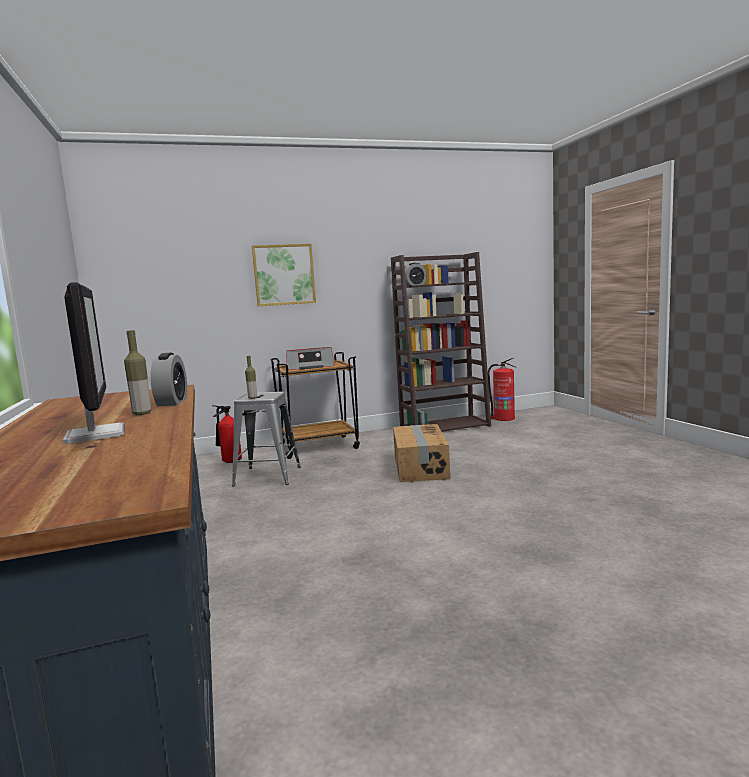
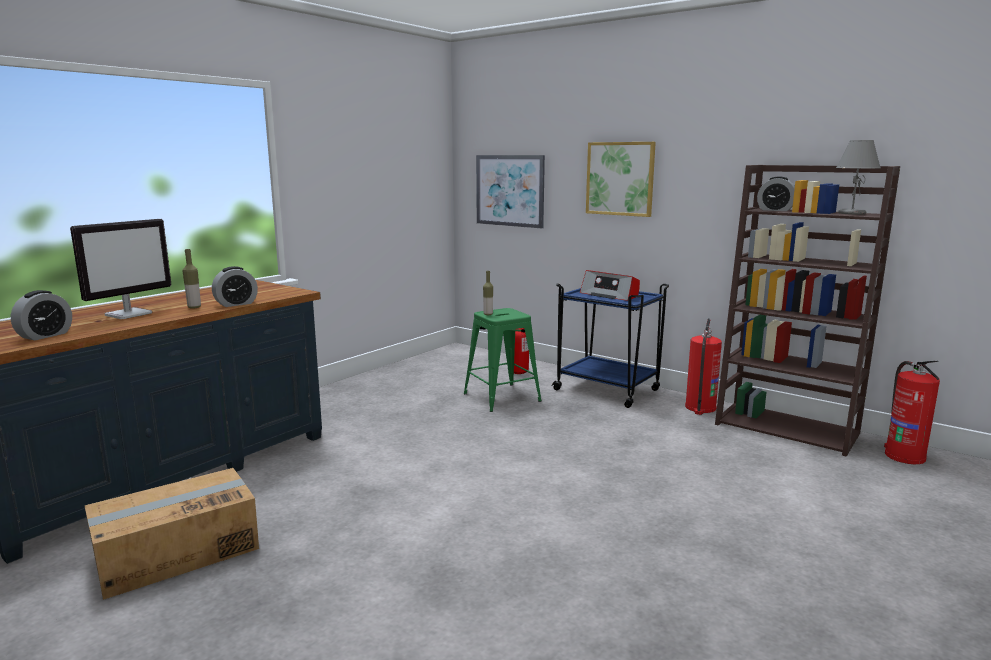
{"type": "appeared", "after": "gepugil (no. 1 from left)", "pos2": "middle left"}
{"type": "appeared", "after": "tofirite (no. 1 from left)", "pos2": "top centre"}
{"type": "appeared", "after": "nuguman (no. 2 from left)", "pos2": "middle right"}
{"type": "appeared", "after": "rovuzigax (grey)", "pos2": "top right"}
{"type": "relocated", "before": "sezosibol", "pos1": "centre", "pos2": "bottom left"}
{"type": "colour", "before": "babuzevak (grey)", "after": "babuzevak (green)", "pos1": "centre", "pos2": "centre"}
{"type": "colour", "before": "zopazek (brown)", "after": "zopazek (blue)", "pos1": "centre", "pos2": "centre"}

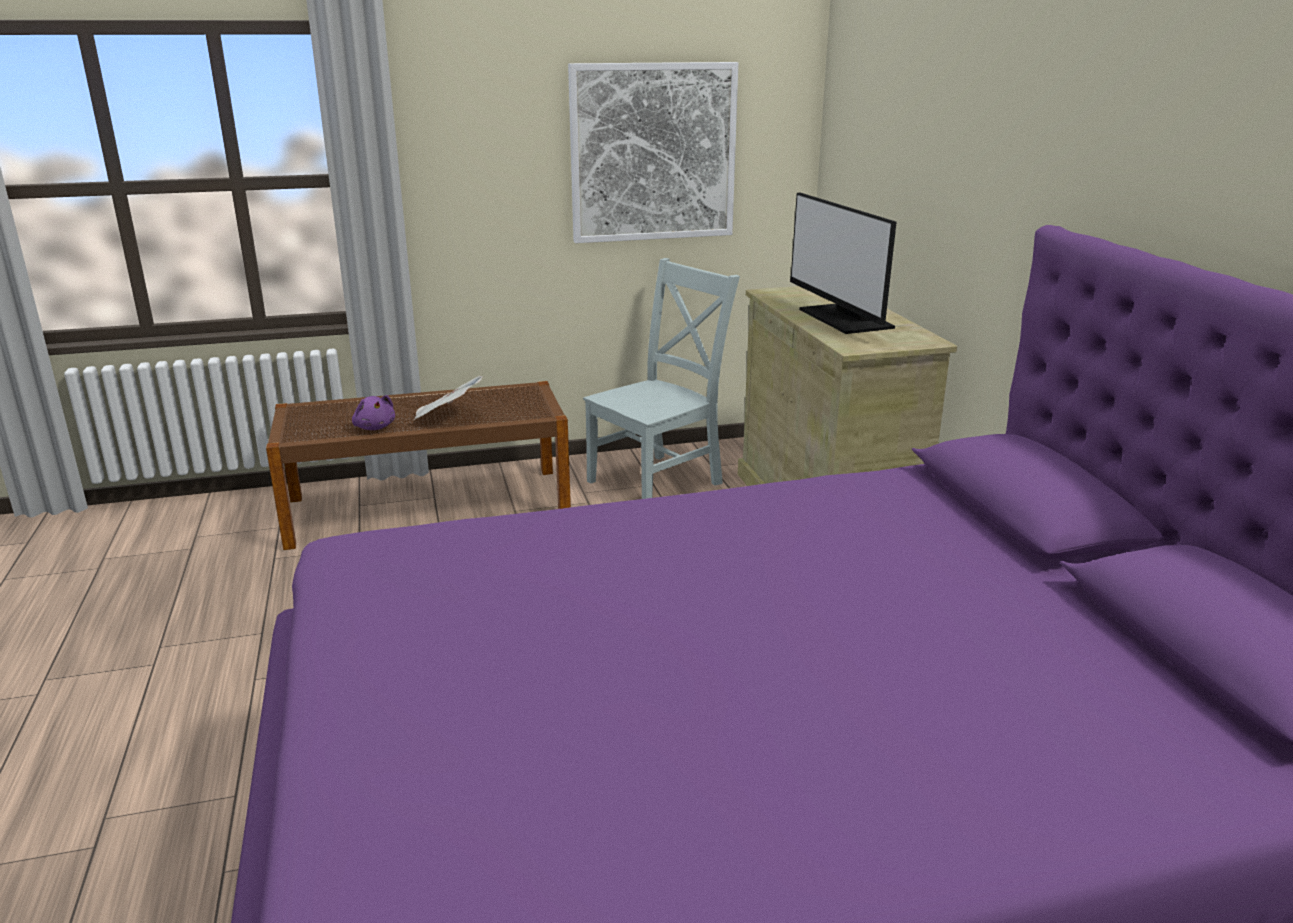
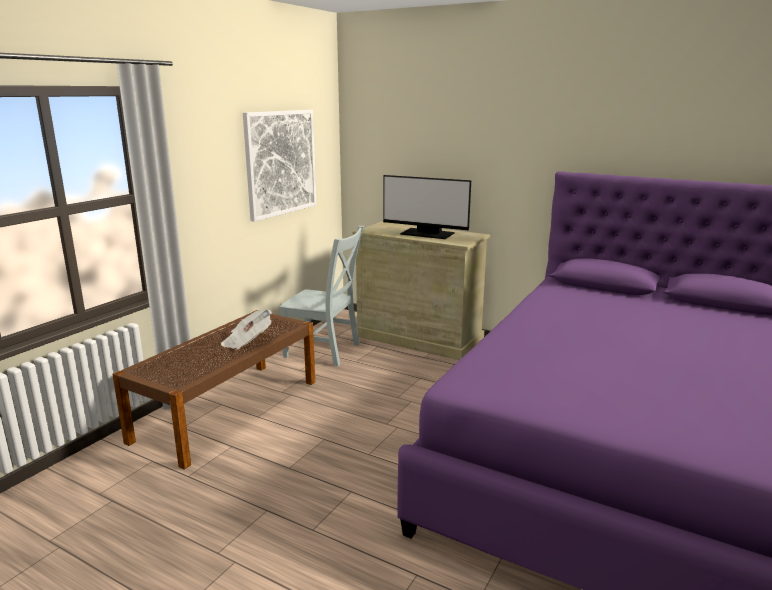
{"type": "missing", "before": "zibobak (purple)", "pos1": "middle left"}
{"type": "spun", "before": "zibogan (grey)", "pos1": "centre", "pos2": "centre", "turn": 105}

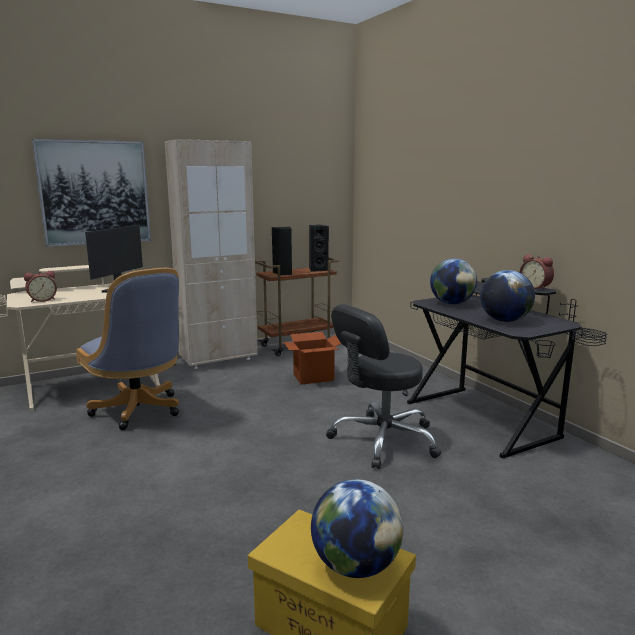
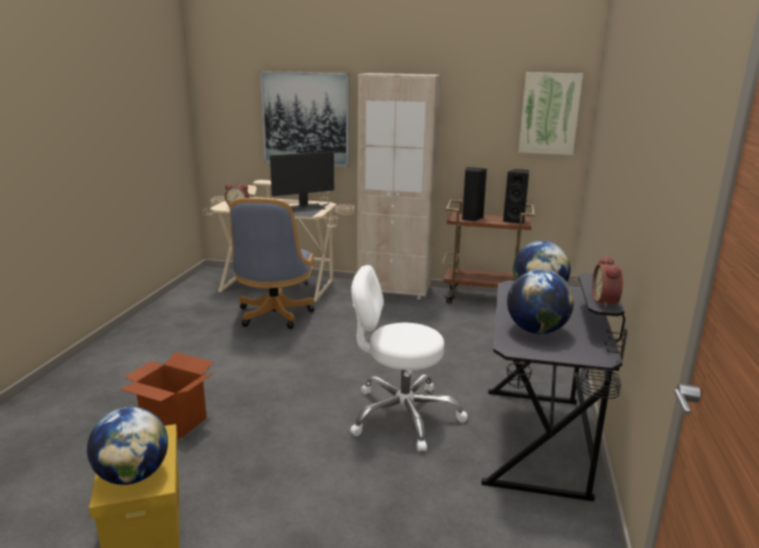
{"type": "appeared", "after": "tofirite (no. 2 from left)", "pos2": "top right"}
{"type": "relocated", "before": "sezosibol", "pos1": "centre", "pos2": "bottom left"}
{"type": "colour", "before": "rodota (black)", "after": "rodota (white)", "pos1": "centre", "pos2": "centre"}

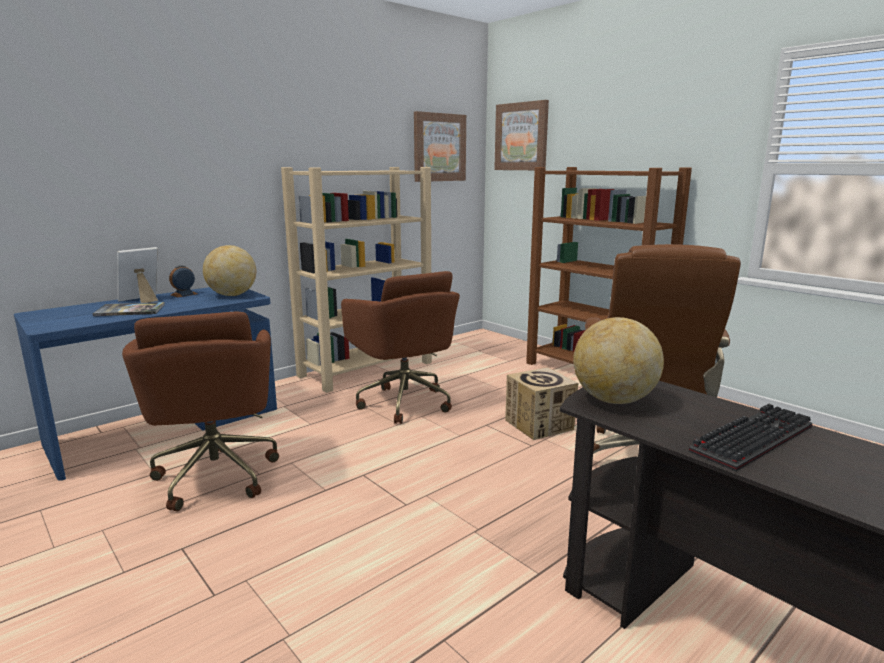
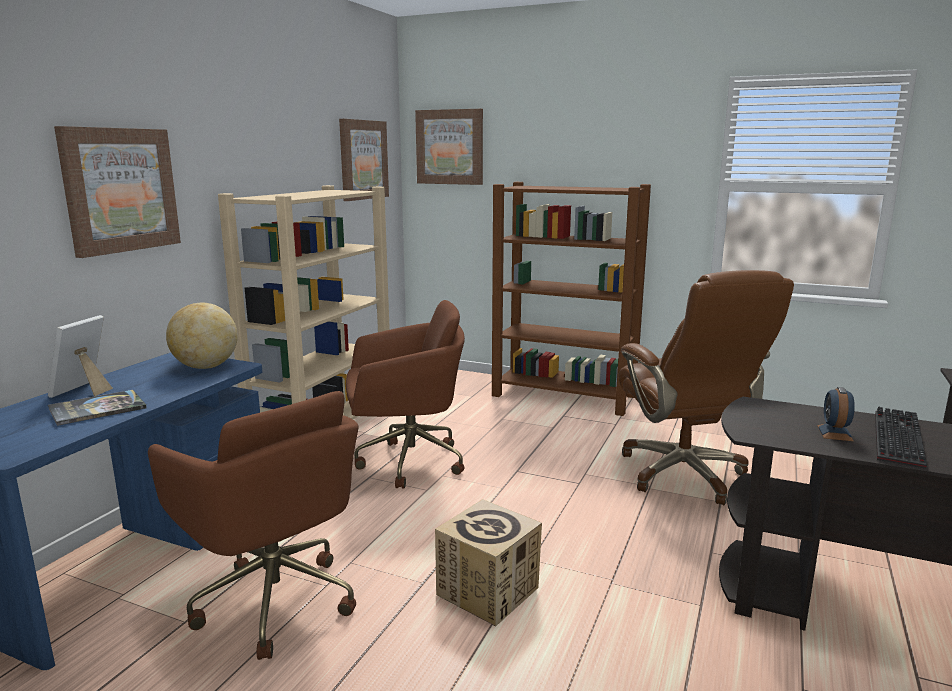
{"type": "missing", "before": "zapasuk (no. 2 from left)", "pos1": "middle right"}
{"type": "appeared", "after": "tofirite (no. 1 from left)", "pos2": "top left"}
{"type": "relocated", "before": "gepugil", "pos1": "middle left", "pos2": "middle right"}
{"type": "relocated", "before": "sezosibol", "pos1": "centre", "pos2": "bottom centre"}
{"type": "spun", "before": "rodota (brown) (no. 2 from left)", "pos1": "centre", "pos2": "centre", "turn": -45}

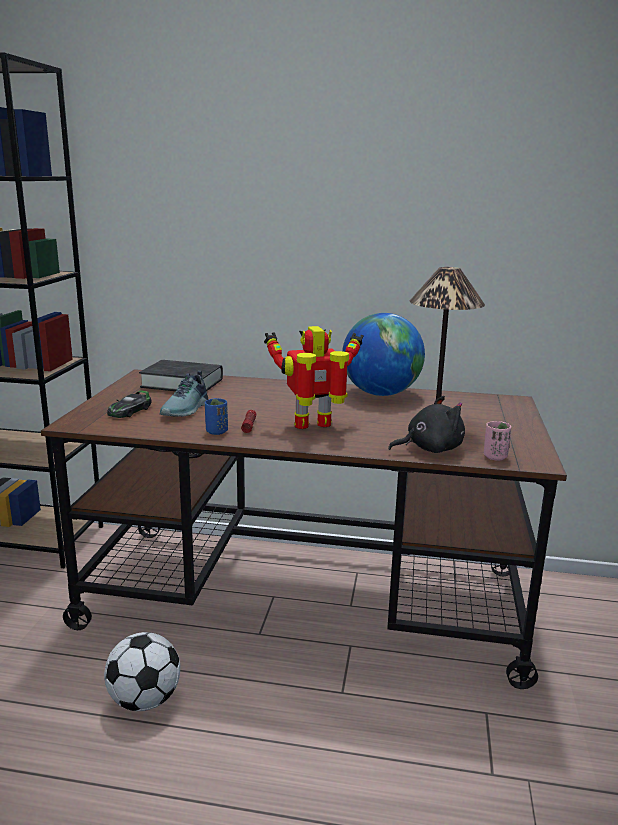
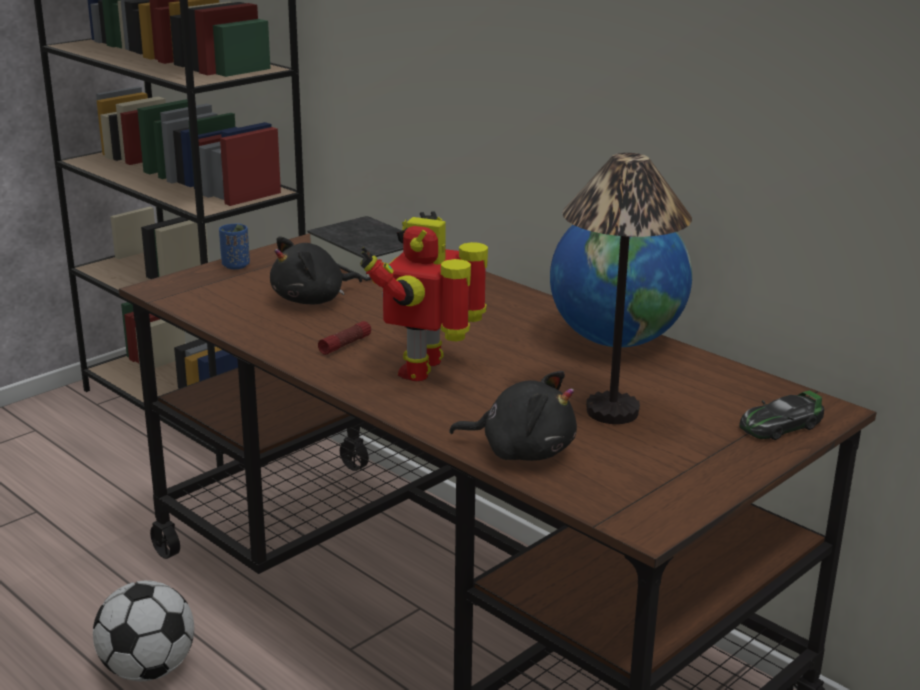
{"type": "missing", "before": "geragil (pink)", "pos1": "middle right"}
{"type": "relocated", "before": "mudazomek", "pos1": "middle left", "pos2": "middle right"}
{"type": "relocated", "before": "geragil (blue)", "pos1": "centre", "pos2": "middle left"}
{"type": "exchanged", "before": "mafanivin", "after": "zibobak (black) (no. 1 from left)", "pos1": "middle left", "pos2": "centre"}
{"type": "spun", "before": "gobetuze", "pos1": "centre", "pos2": "centre", "turn": -90}

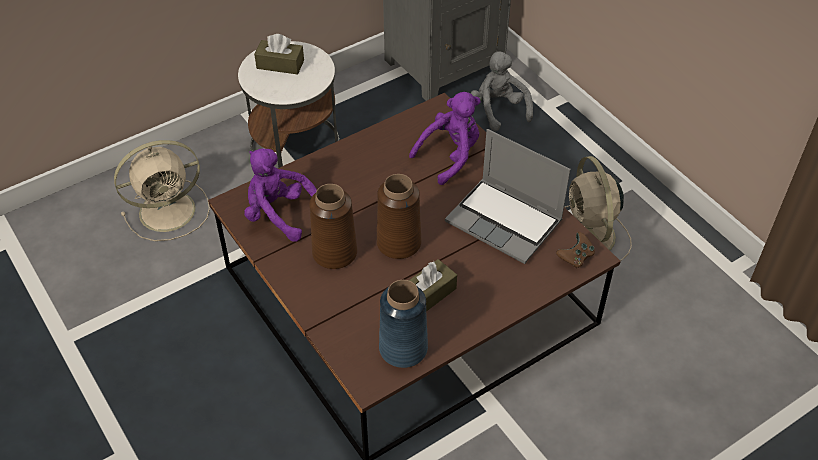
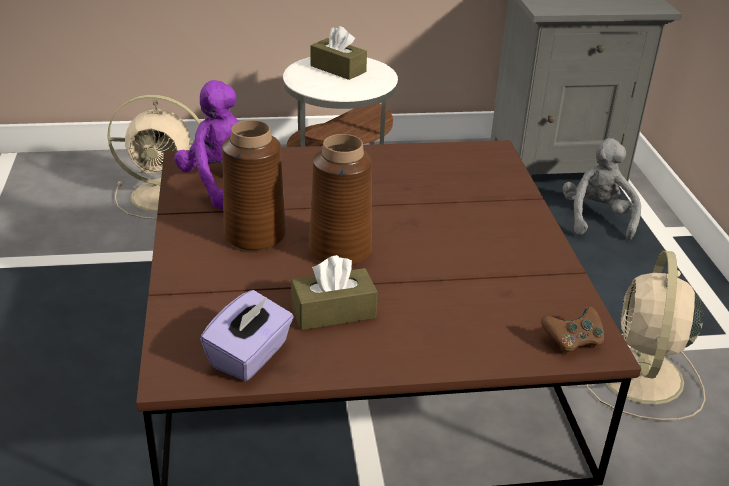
{"type": "missing", "before": "zibobak (purple) (no. 2 from left)", "pos1": "top centre"}
{"type": "missing", "before": "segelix", "pos1": "centre"}
{"type": "exchanged", "before": "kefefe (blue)", "after": "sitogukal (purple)", "pos1": "bottom centre", "pos2": "bottom centre"}

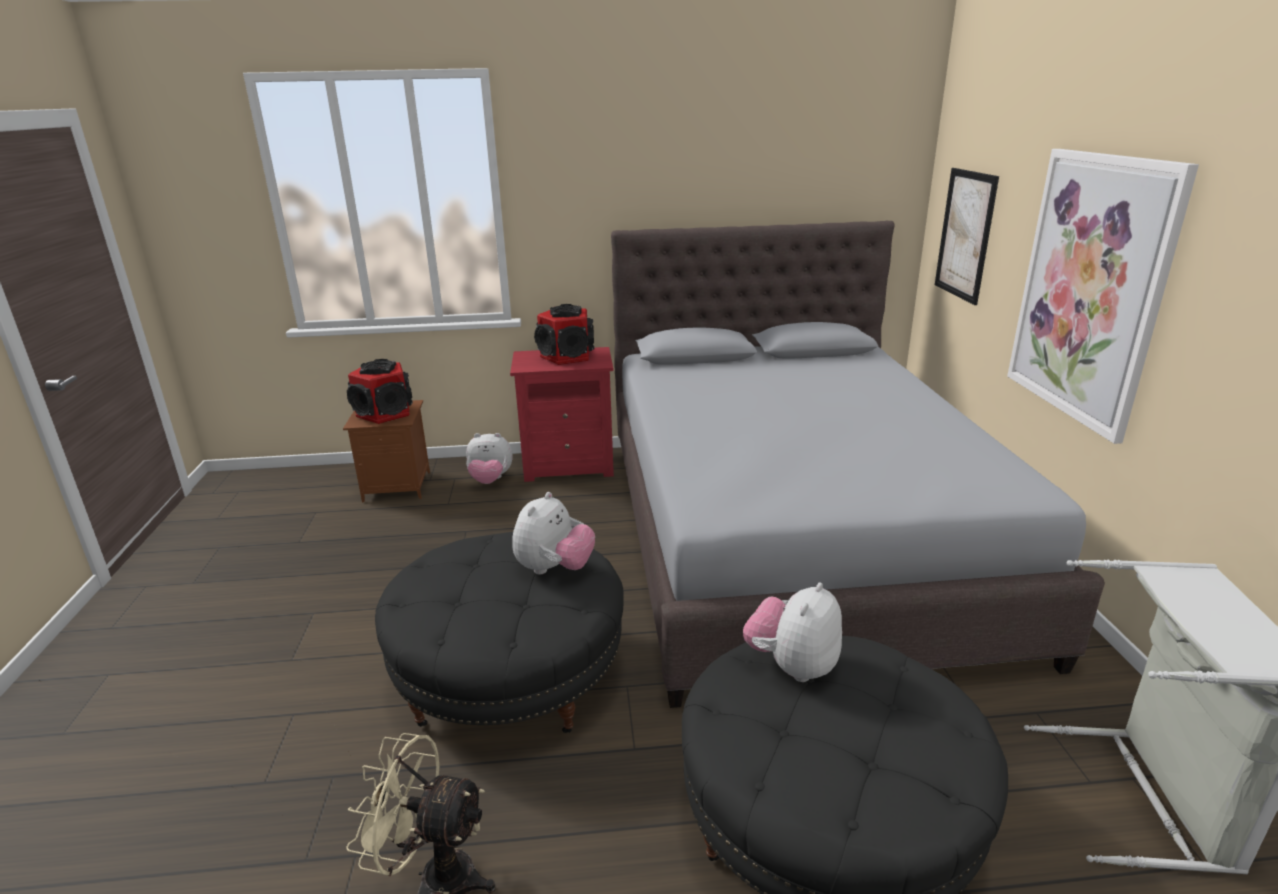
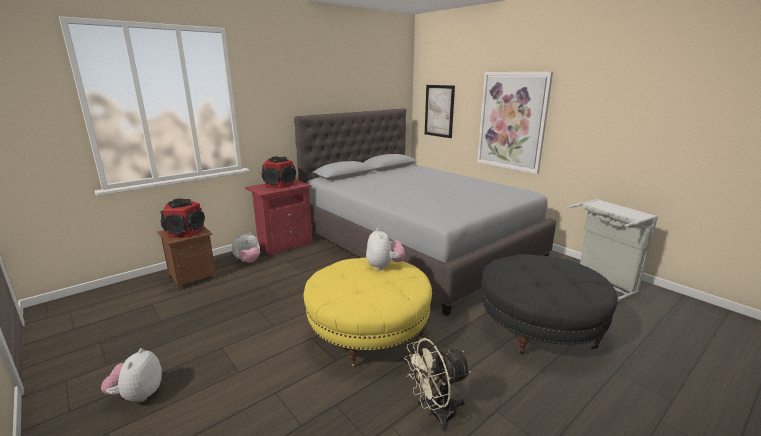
{"type": "relocated", "before": "zibobak (no. 3 from left in the first image)", "after": "zibobak (no. 1 from left)", "pos1": "bottom centre", "pos2": "bottom left"}
{"type": "colour", "before": "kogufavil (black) (no. 1 from left)", "after": "kogufavil (yellow)", "pos1": "bottom centre", "pos2": "bottom centre"}

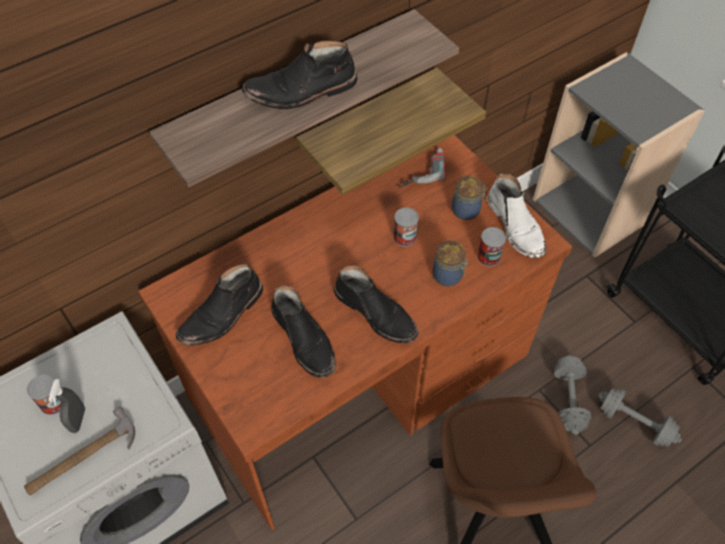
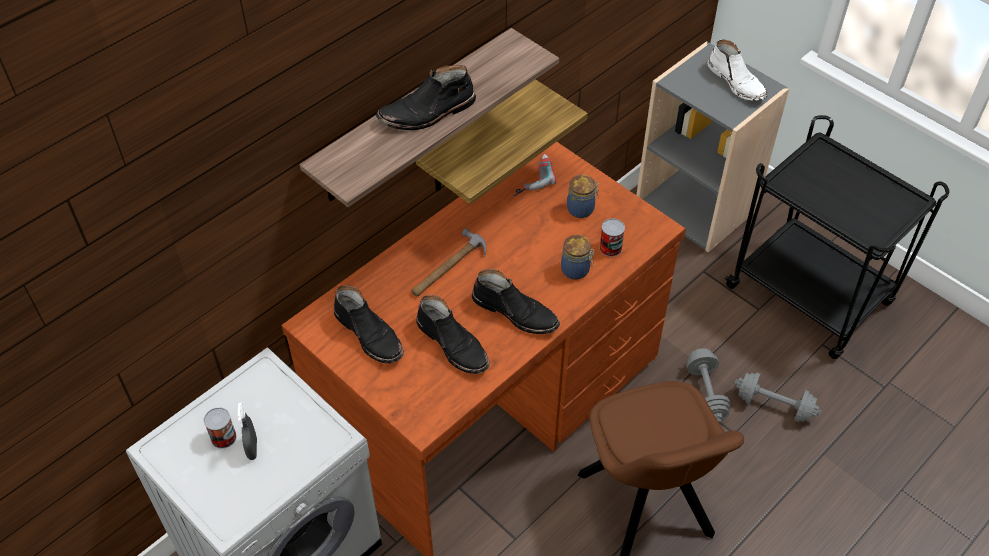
{"type": "missing", "before": "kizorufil (no. 2 from left)", "pos1": "centre"}
{"type": "relocated", "before": "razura", "pos1": "bottom left", "pos2": "centre"}
{"type": "relocated", "before": "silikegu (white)", "pos1": "middle right", "pos2": "top right"}
{"type": "spun", "before": "silikegu (black) (no. 1 from left)", "pos1": "middle left", "pos2": "centre", "turn": -75}

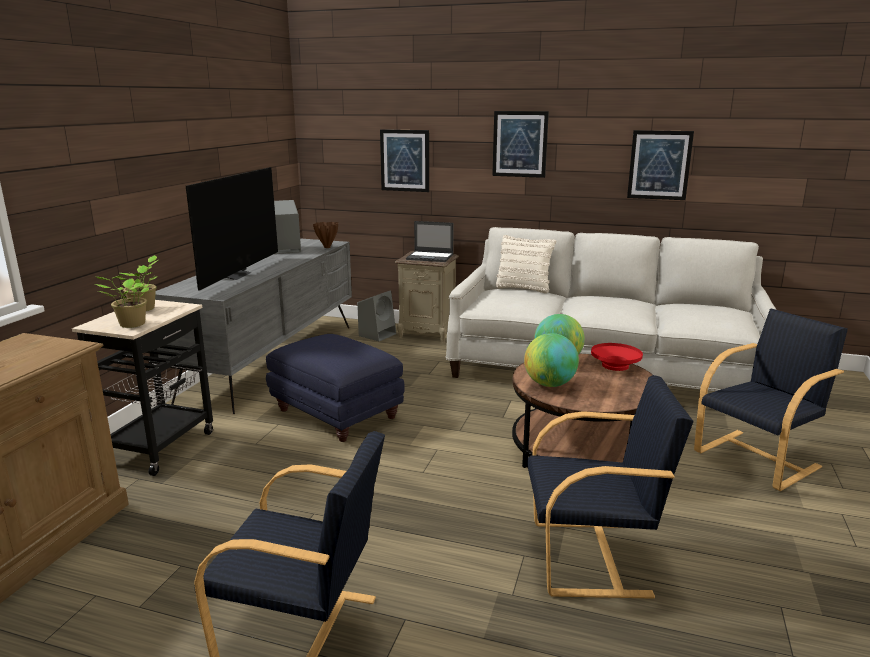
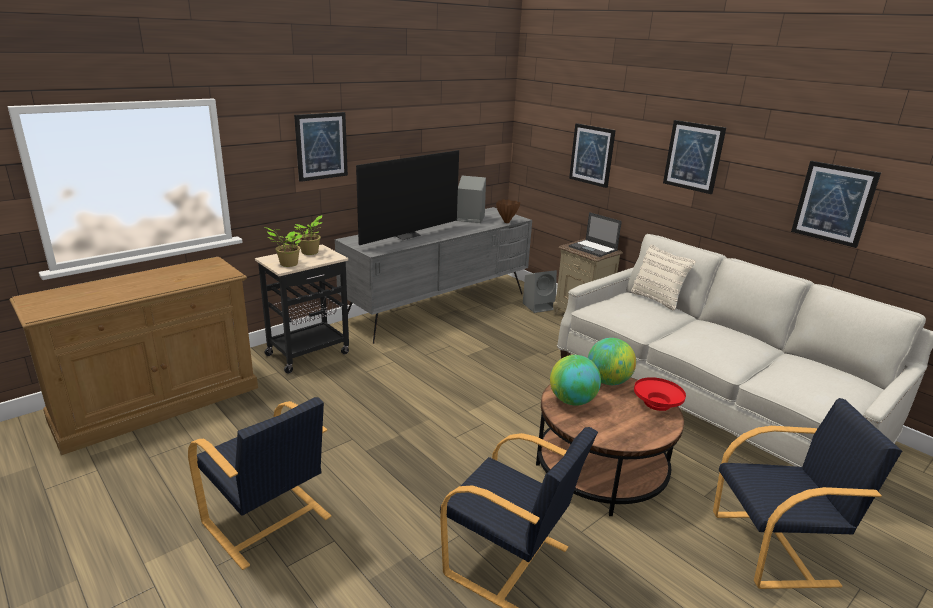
{"type": "missing", "before": "kogufavil (blue)", "pos1": "centre"}
{"type": "appeared", "after": "tofirite (no. 1 from left)", "pos2": "top centre"}

